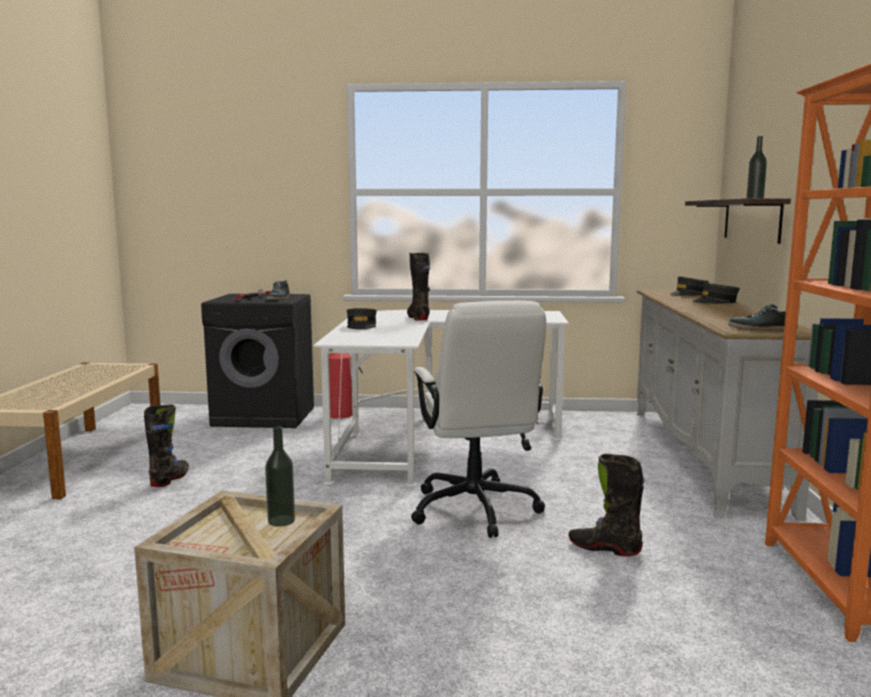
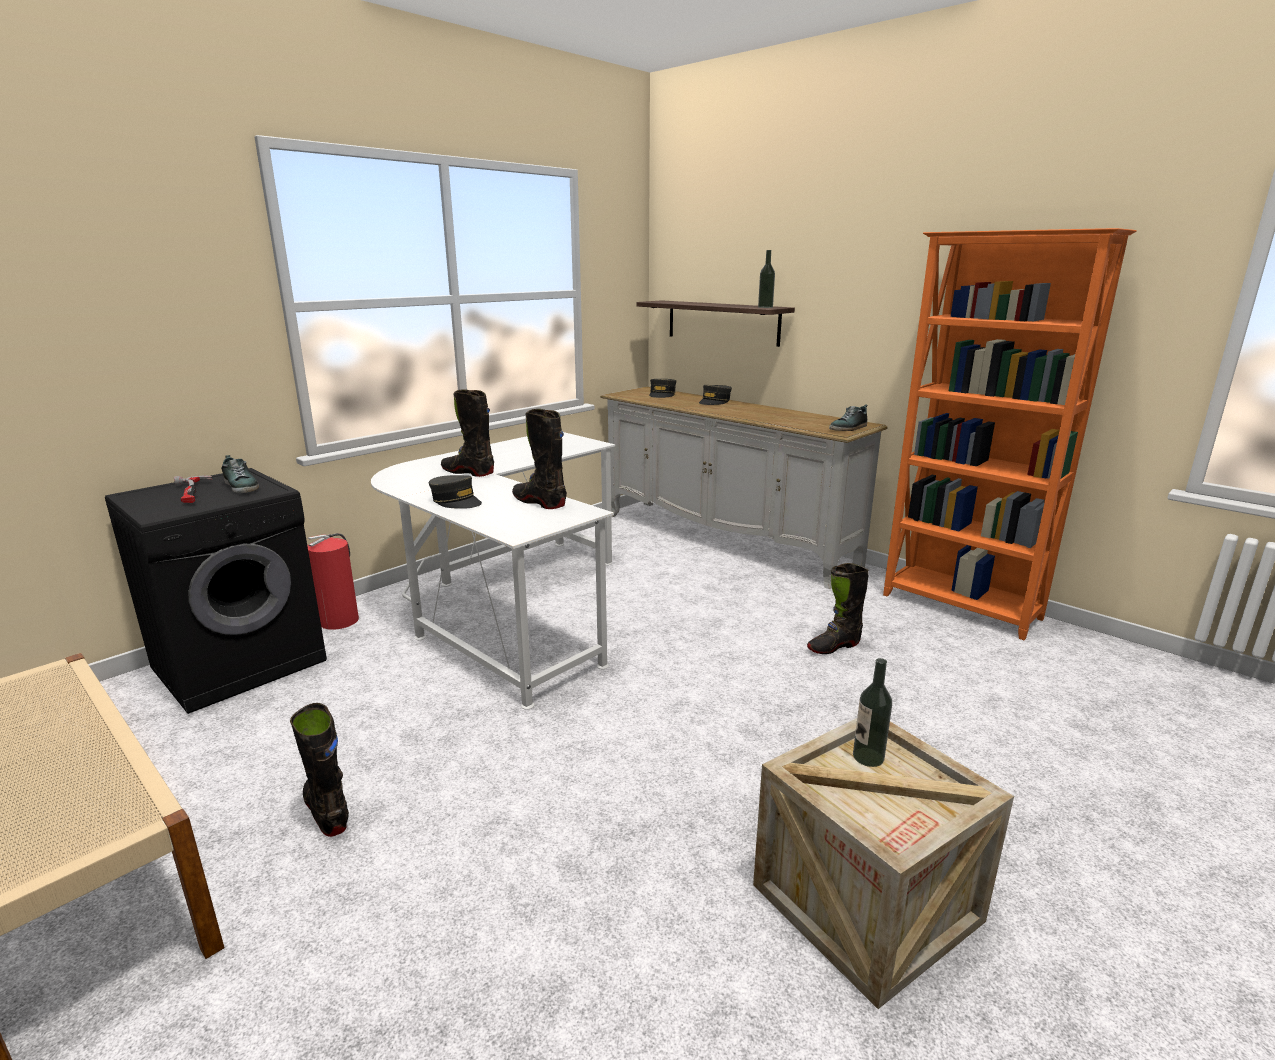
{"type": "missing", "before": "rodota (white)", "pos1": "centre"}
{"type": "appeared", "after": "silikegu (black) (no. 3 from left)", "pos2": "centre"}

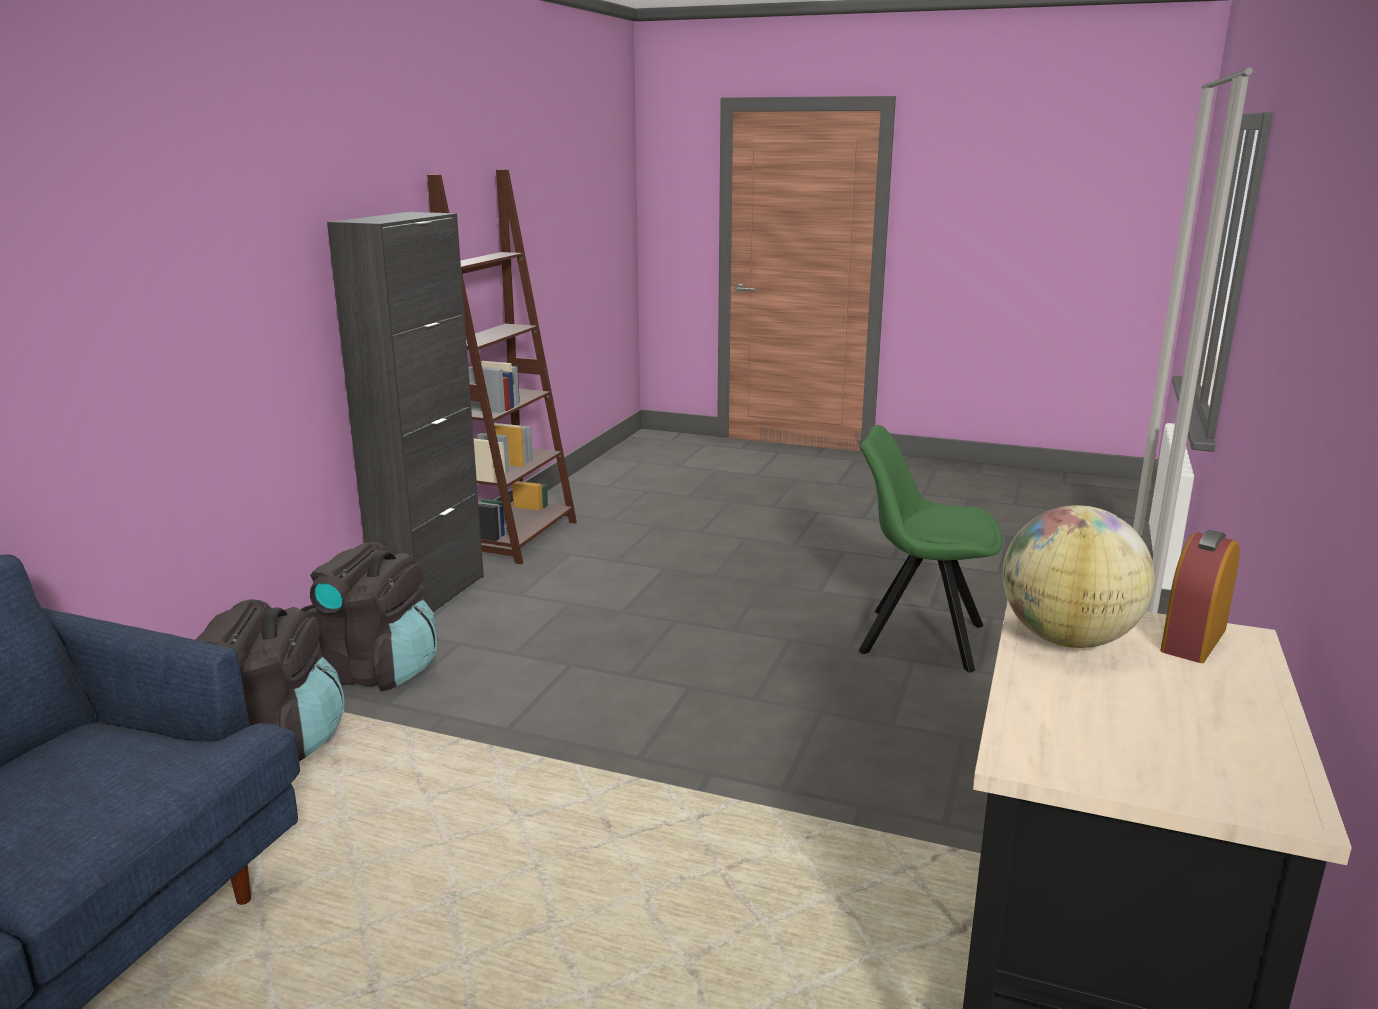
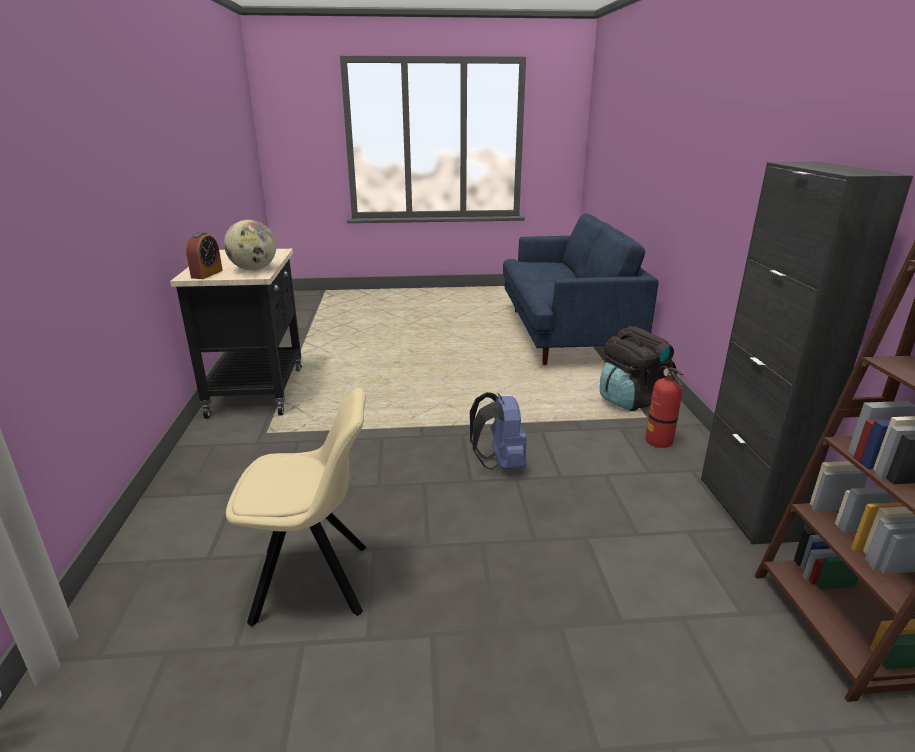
{"type": "appeared", "after": "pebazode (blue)", "pos2": "centre"}
{"type": "exchanged", "before": "pebazode (black) (no. 2 from left)", "after": "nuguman", "pos1": "middle left", "pos2": "middle right"}
{"type": "colour", "before": "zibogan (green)", "after": "zibogan (beige)", "pos1": "middle right", "pos2": "bottom left"}

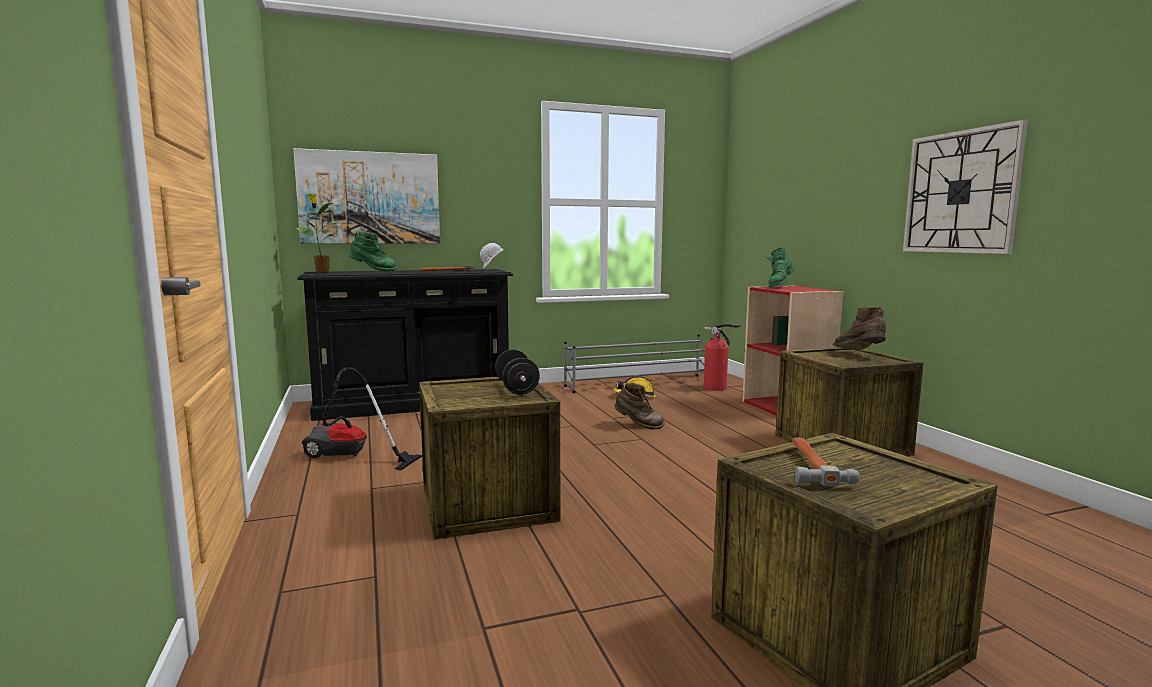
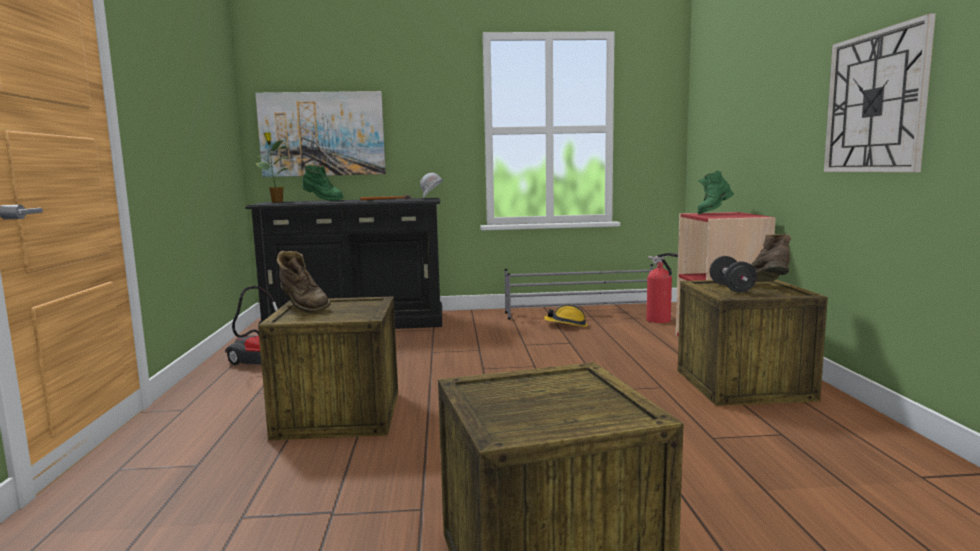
{"type": "missing", "before": "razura (no. 2 from left)", "pos1": "bottom right"}
{"type": "relocated", "before": "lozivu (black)", "pos1": "centre", "pos2": "middle right"}
{"type": "relocated", "before": "silikegu (brown) (no. 1 from left)", "pos1": "centre", "pos2": "middle left"}

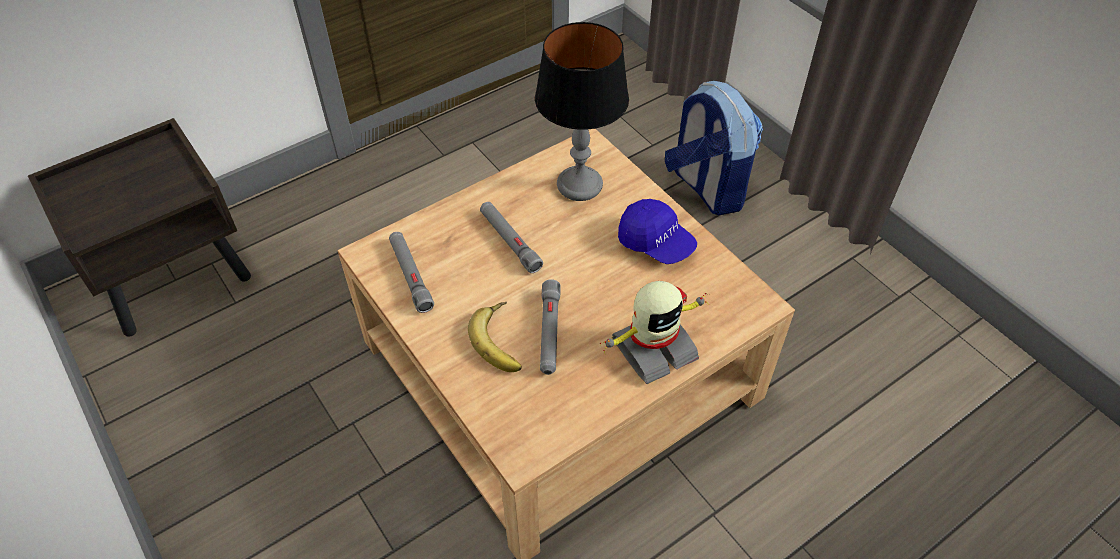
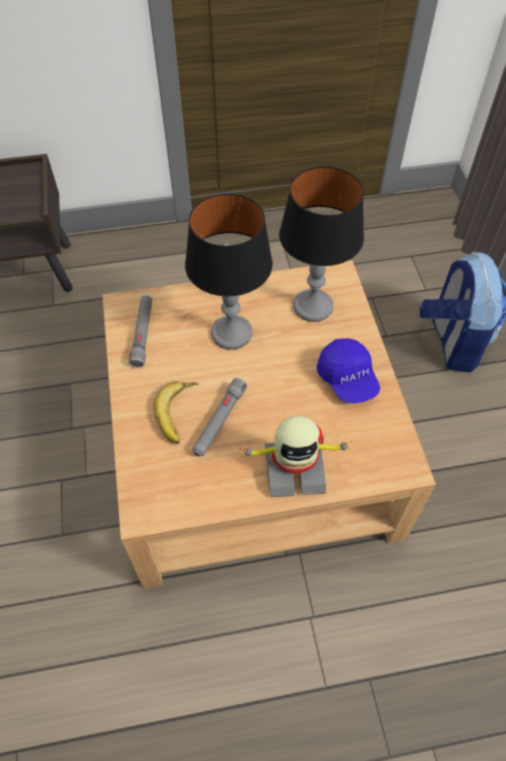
{"type": "exchanged", "before": "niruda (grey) (no. 2 from left)", "after": "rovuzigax (no. 1 from left)", "pos1": "centre", "pos2": "centre"}

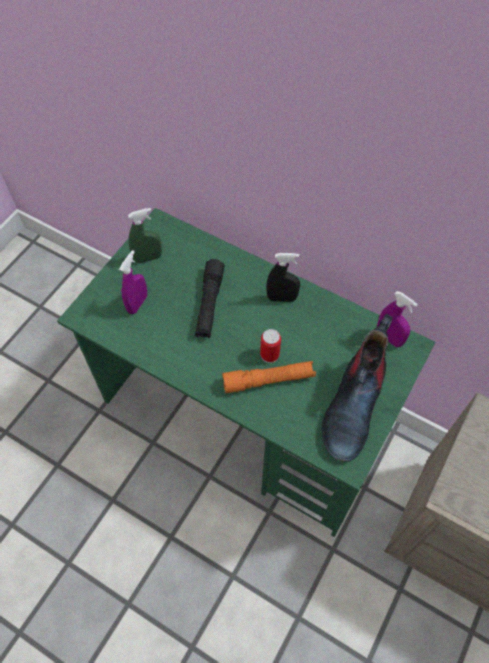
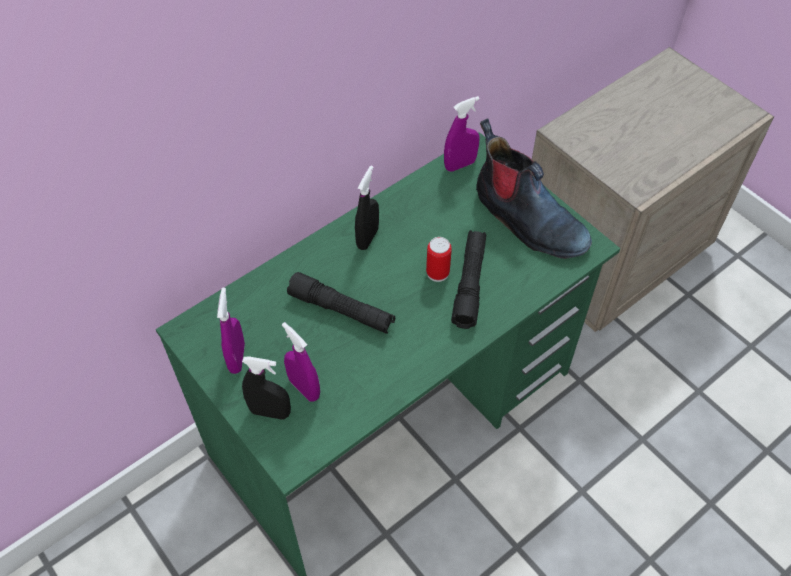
{"type": "appeared", "after": "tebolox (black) (no. 1 from left)", "pos2": "bottom centre"}
{"type": "colour", "before": "tebolox (green)", "after": "tebolox (purple) (no. 1 from left)", "pos1": "middle left", "pos2": "middle left"}
{"type": "colour", "before": "niruda (orange)", "after": "niruda (black) (no. 2 from left)", "pos1": "centre", "pos2": "centre"}

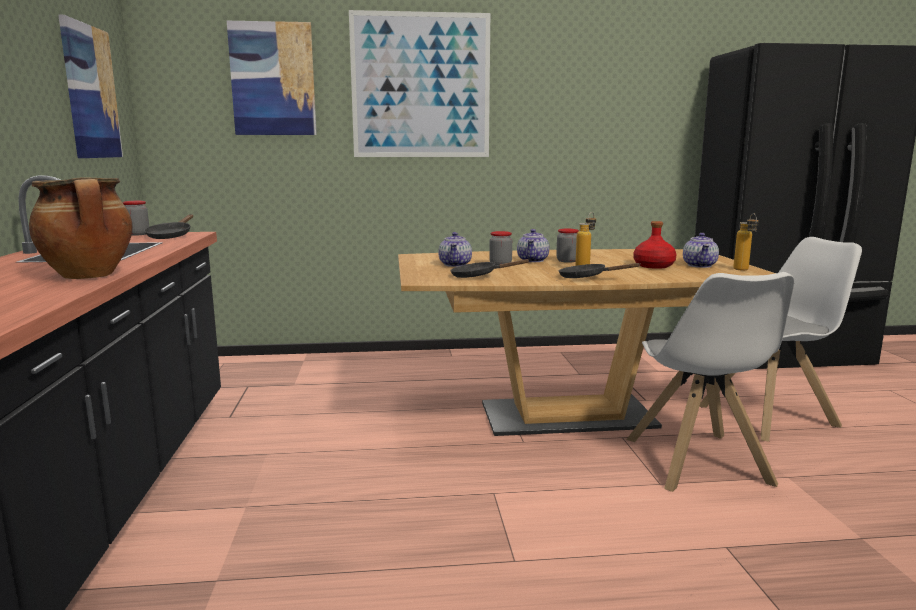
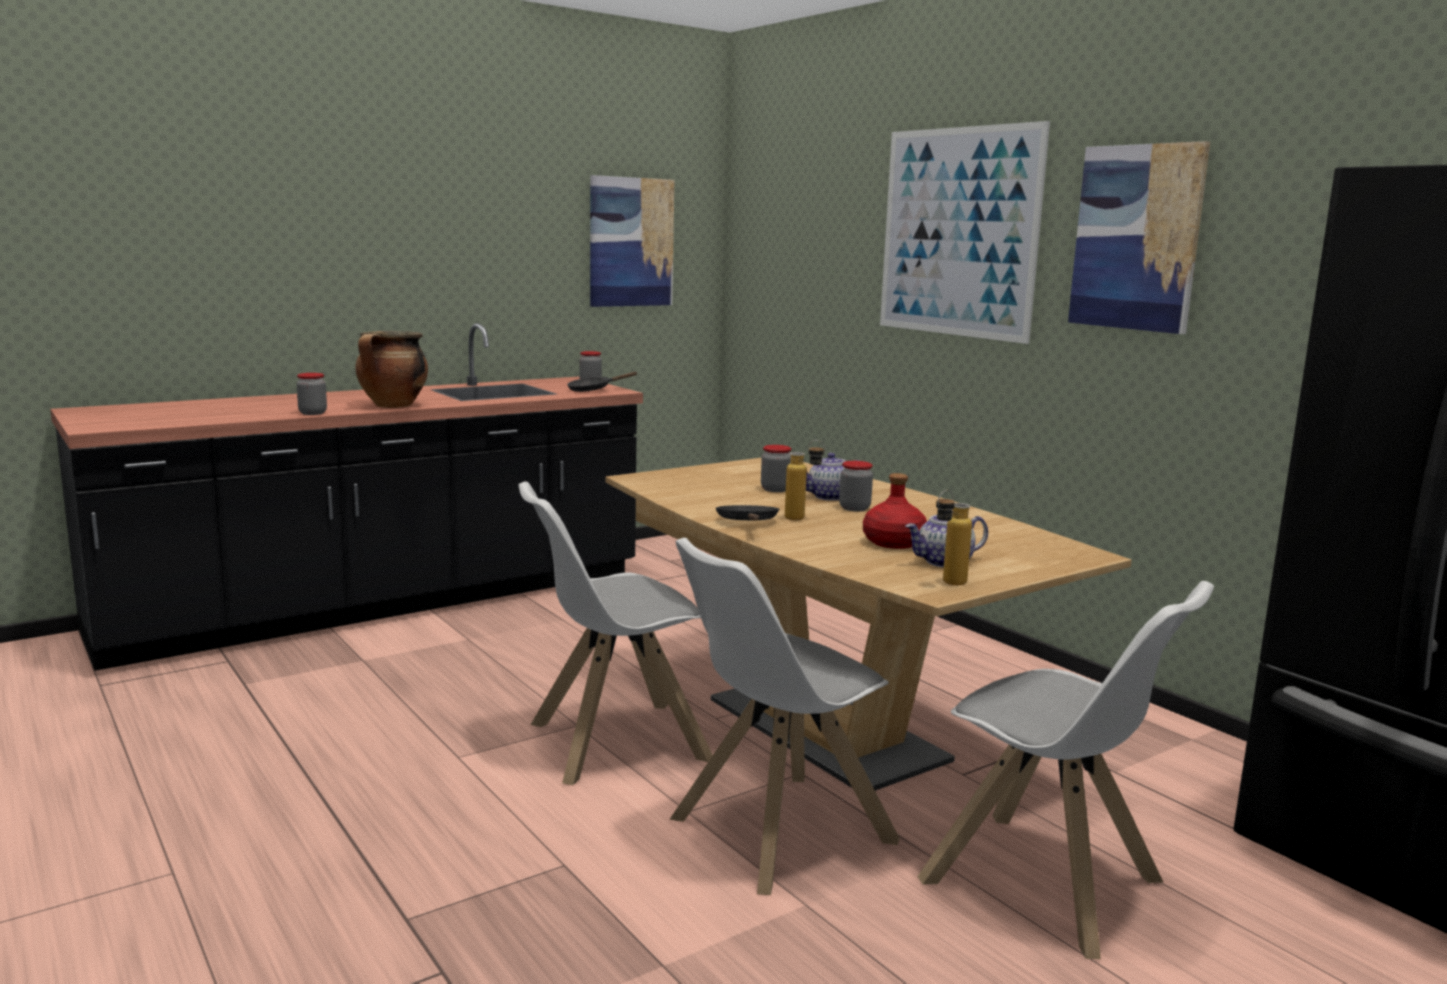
{"type": "missing", "before": "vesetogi (no. 1 from left)", "pos1": "centre"}
{"type": "missing", "before": "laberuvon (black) (no. 2 from left)", "pos1": "centre"}
{"type": "appeared", "after": "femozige (no. 1 from left)", "pos2": "middle left"}
{"type": "appeared", "after": "zibogan (no. 1 from left)", "pos2": "centre"}
{"type": "relocated", "before": "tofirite (no. 2 from left in the first image)", "after": "tofirite (no. 3 from left)", "pos1": "top left", "pos2": "top right"}

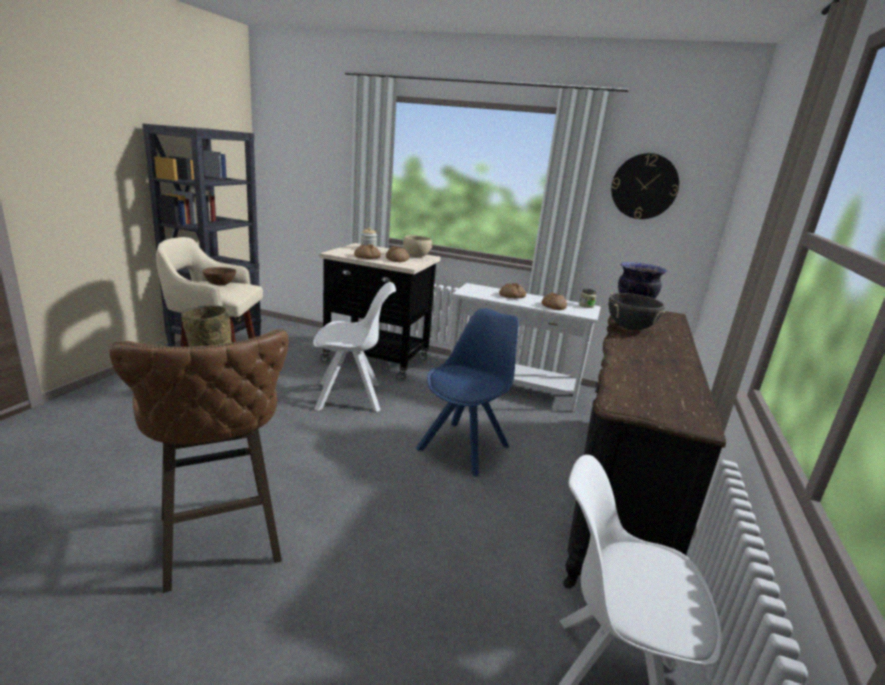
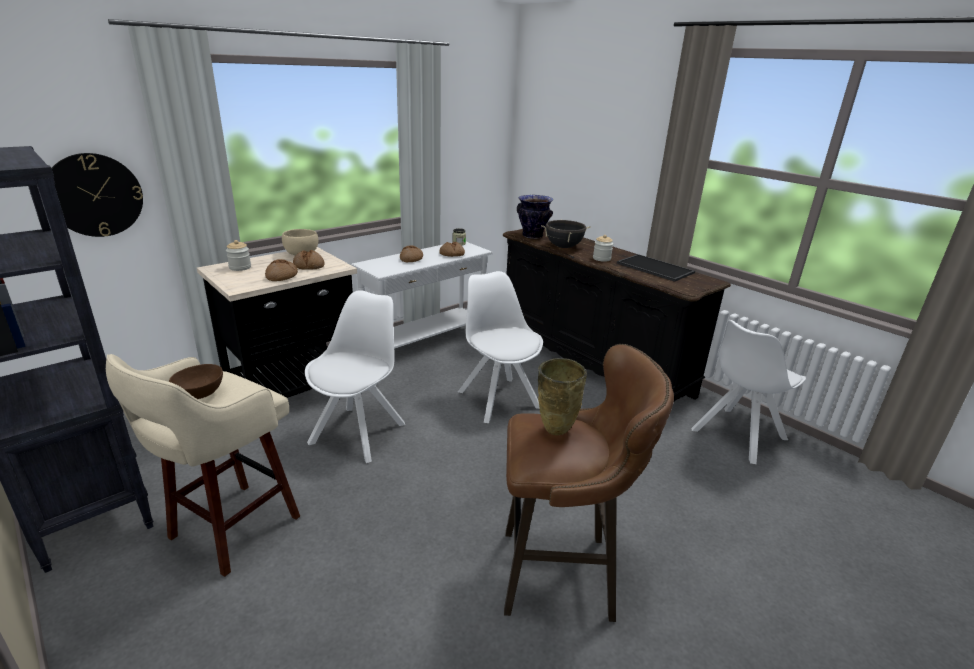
{"type": "appeared", "after": "femozige (no. 3 from left)", "pos2": "centre"}
{"type": "appeared", "after": "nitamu", "pos2": "middle right"}
{"type": "relocated", "before": "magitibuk", "pos1": "top right", "pos2": "top left"}
{"type": "colour", "before": "zibogan (blue)", "after": "zibogan (white) (no. 2 from left)", "pos1": "centre", "pos2": "centre"}

